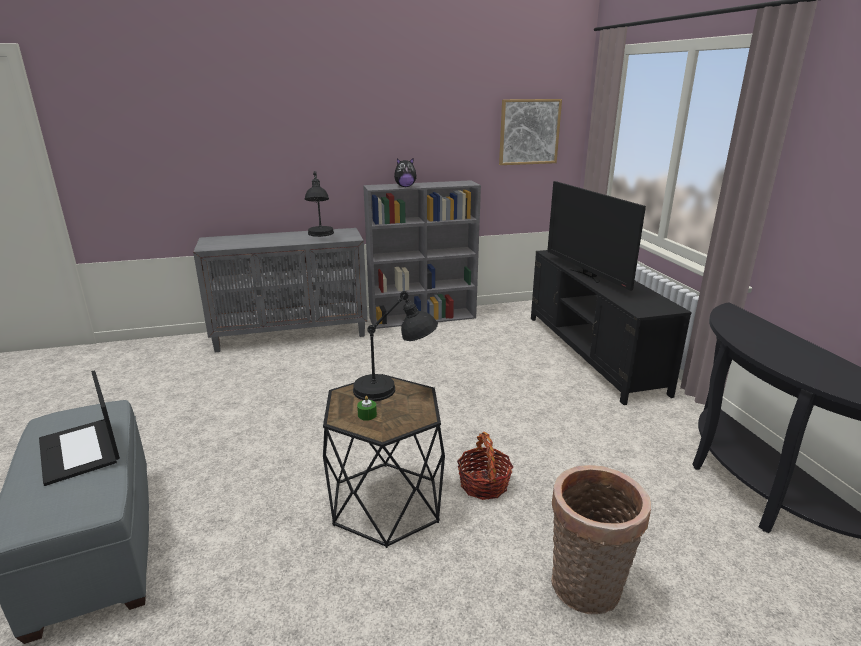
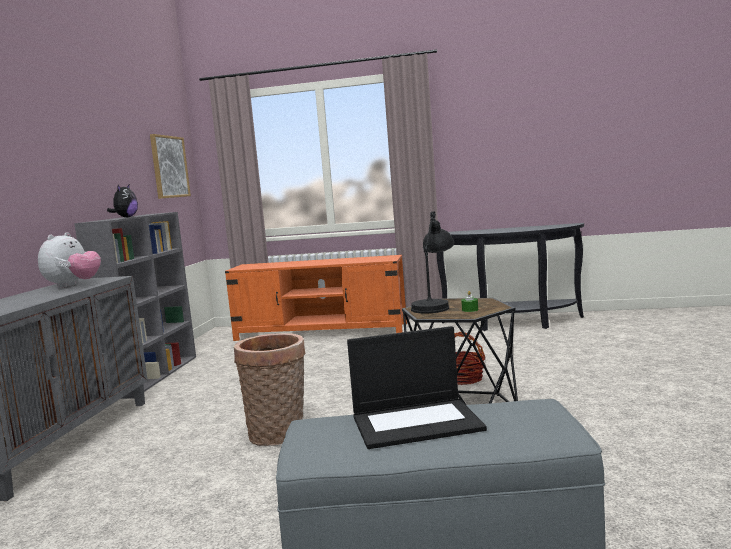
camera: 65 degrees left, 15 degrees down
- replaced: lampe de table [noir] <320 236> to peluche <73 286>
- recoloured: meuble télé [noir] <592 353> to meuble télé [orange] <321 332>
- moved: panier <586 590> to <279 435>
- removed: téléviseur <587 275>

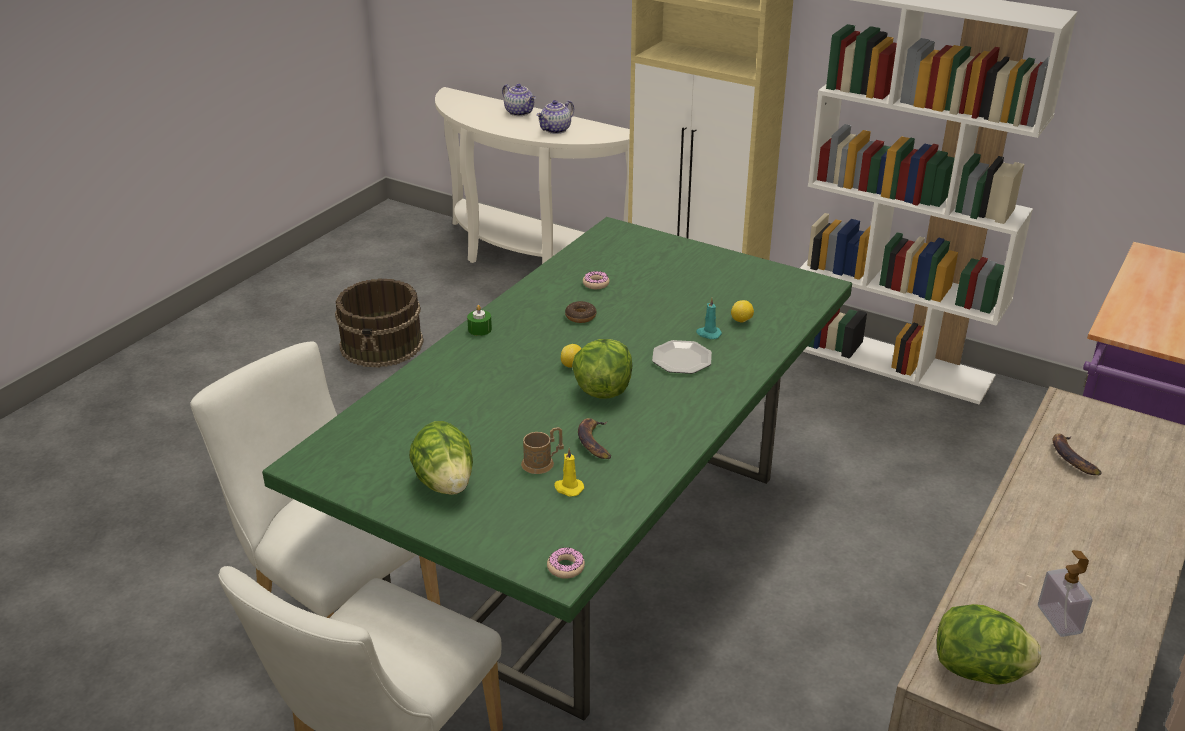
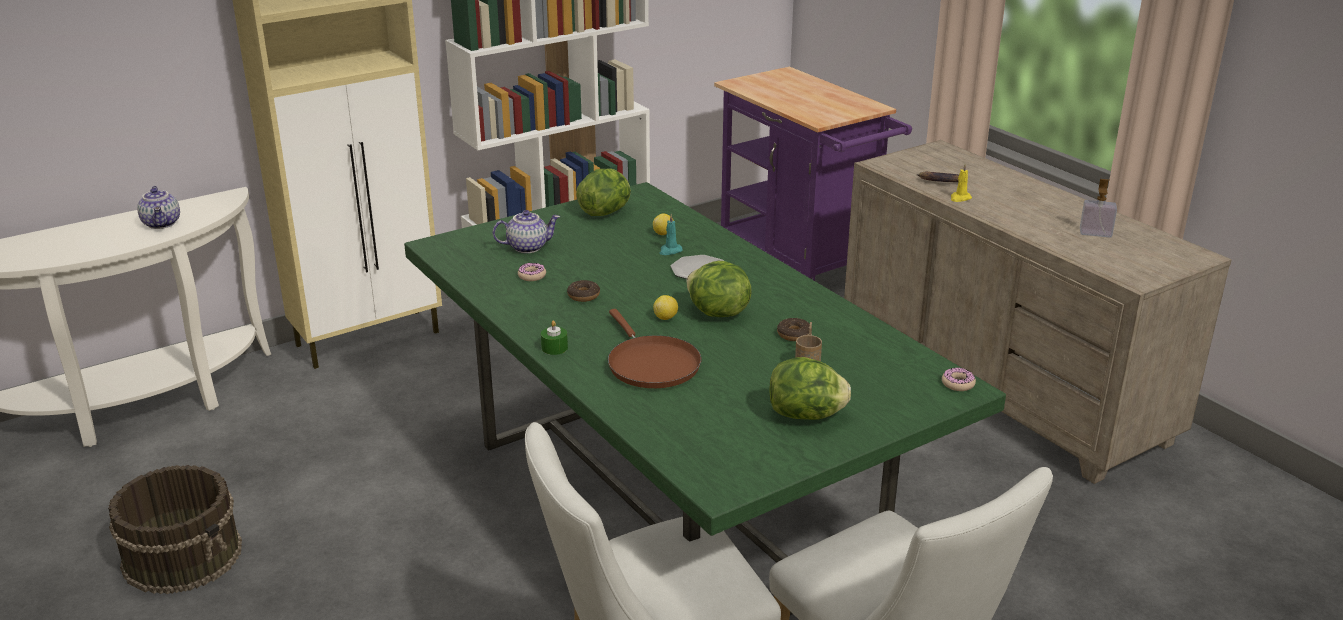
camera: 65 degrees left, 5 degrees down
- moved: théière <520 112> to <528 247>
- moved: laitue <979 671> to <606 212>
- added: poêle [marron] <651 364>
- replaced: banane <594 442> to beignet <794 334>
- moved: bougie [jaune] <568 488> to <960 198>

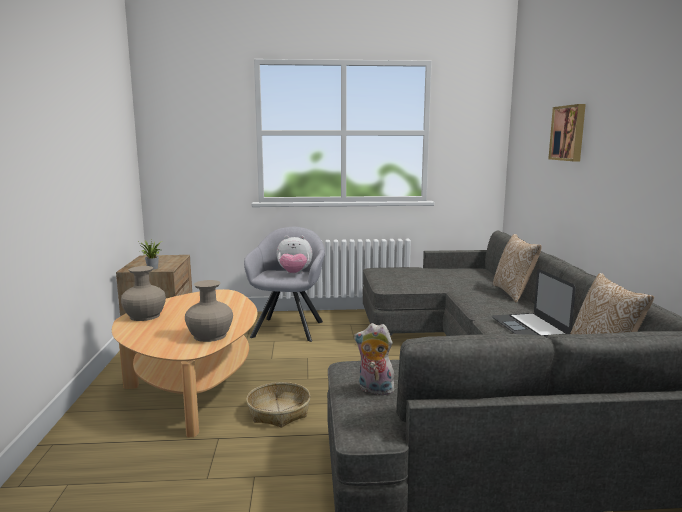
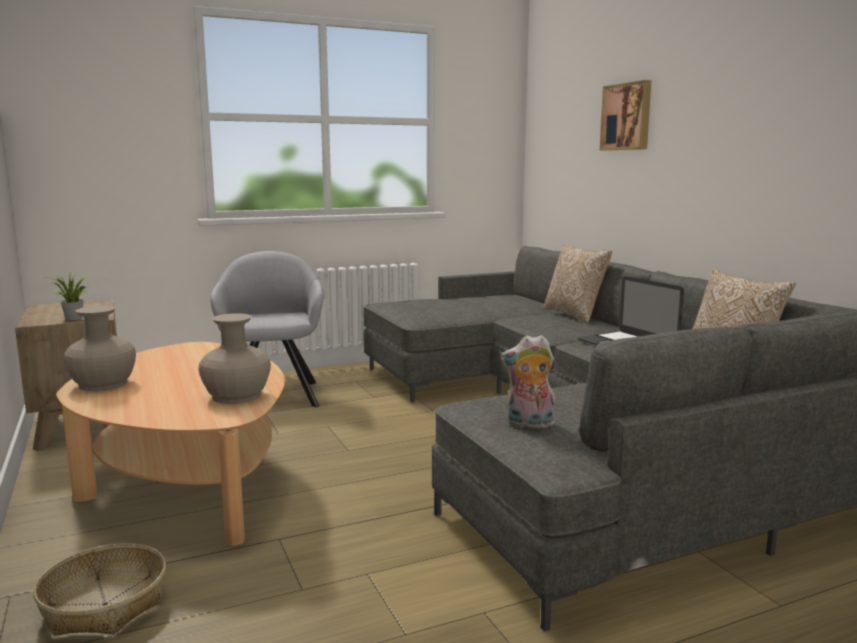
camera: 20 degrees left, 0 degrees up
- moved: panier <278 412> to <104 604>
- removed: peluche <294 274>

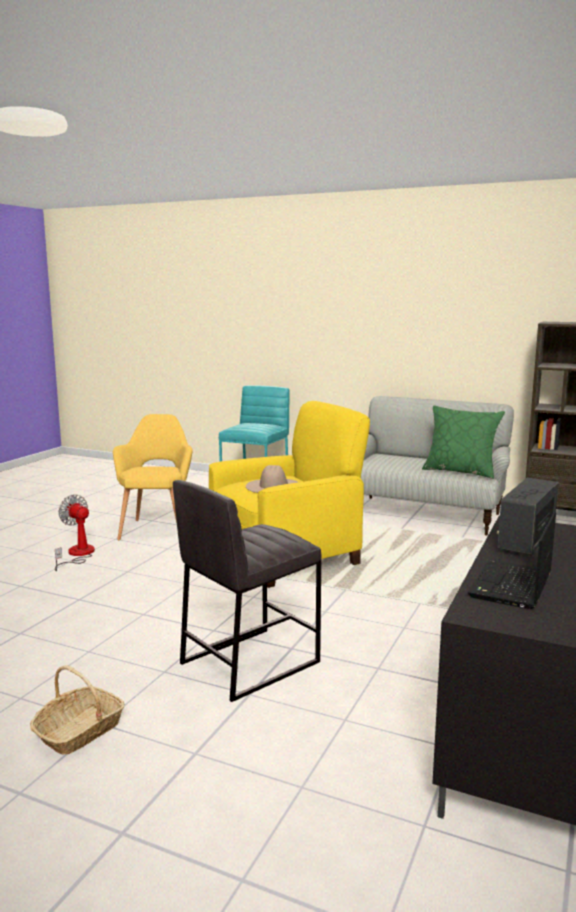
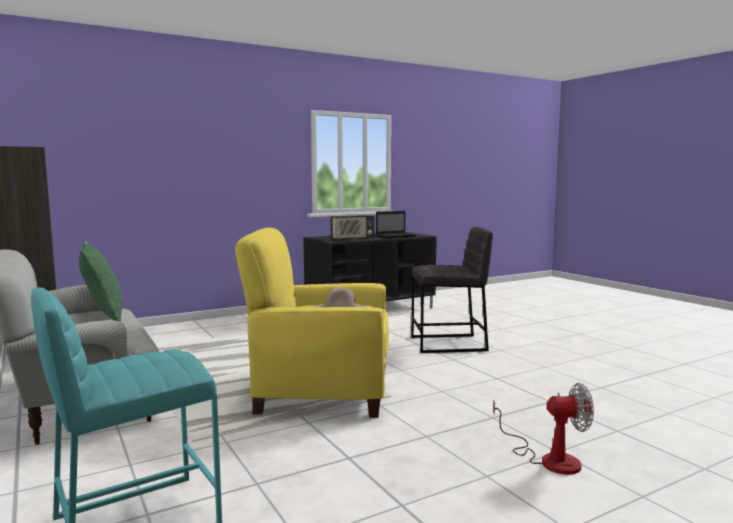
camera: 145 degrees left, 5 degrees down
- turned: ventilateur <77 555> = <548 458> 75 degrees counterclockwise
- removed: panier <79 731>
- removed: fauteuil [jaune] <157 528>

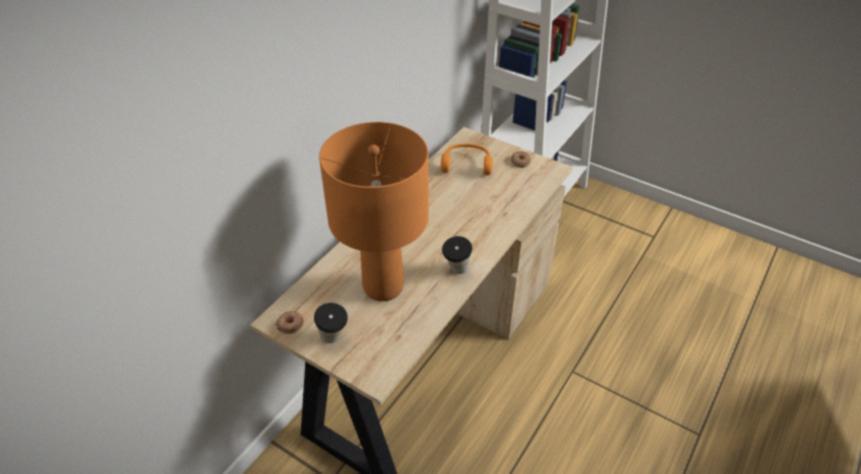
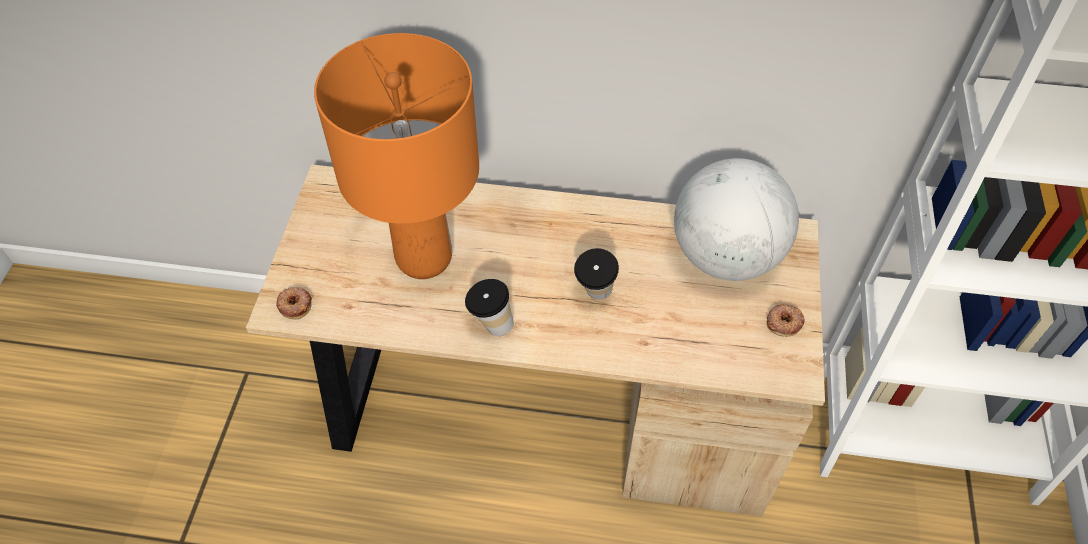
camera: 65 degrees right, 10 degrees up
- moved: beignet <290 324> to <295 304>
- moved: tasse <333 340> to <594 296>
- replaced: casque audio [orange] <466 164> to globe <726 256>

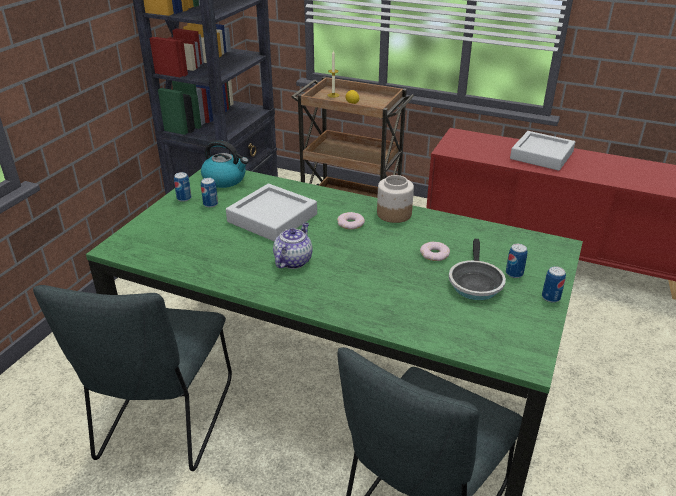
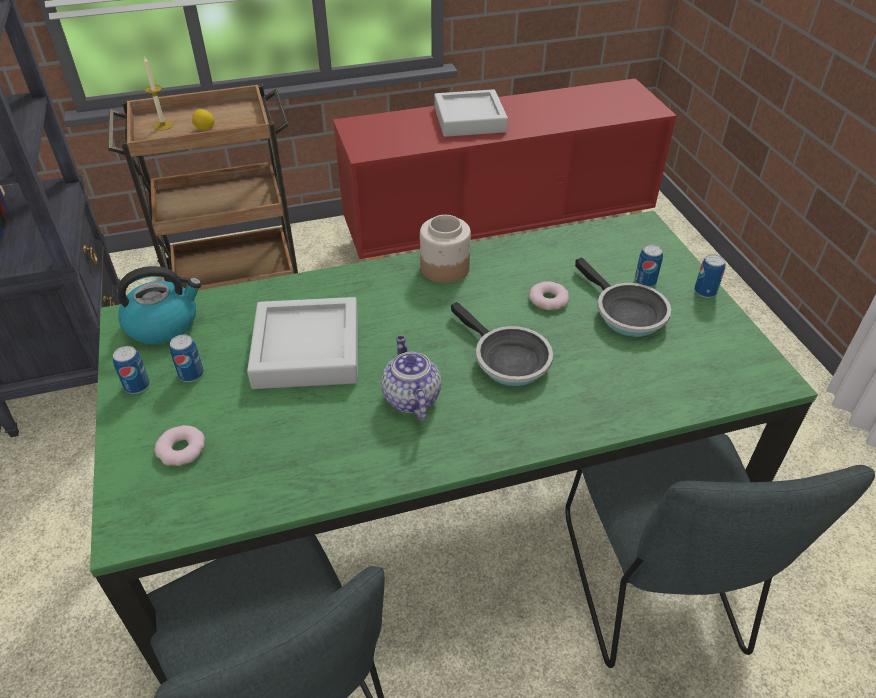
camera: 40 degrees left, 10 degrees up
- moved: beignet <350 224> to <181 449>
- added: poêle <507 360>

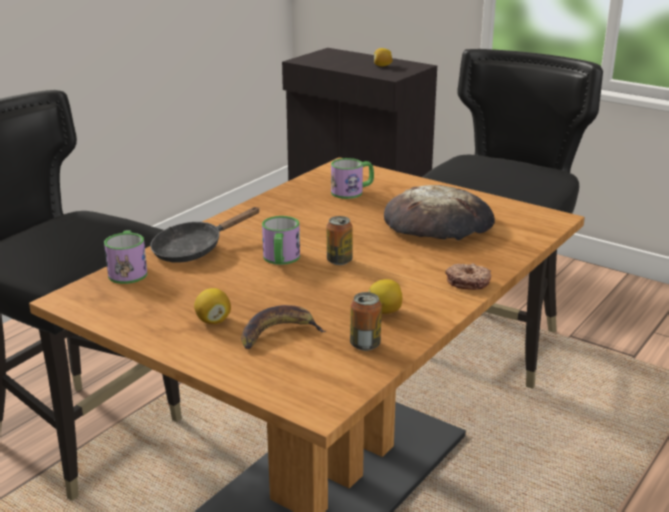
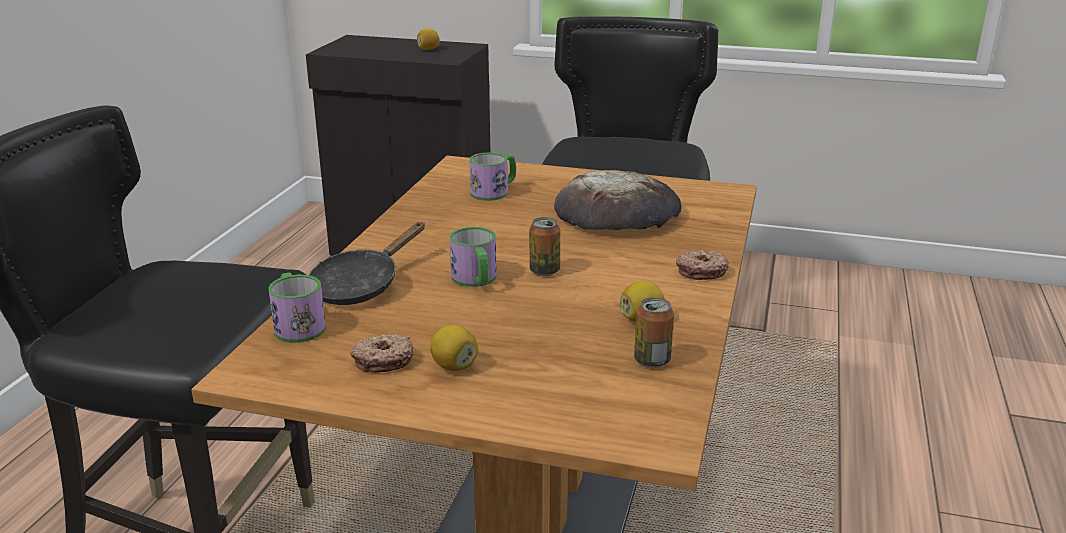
camera: 20 degrees left, 0 degrees up
- added: beignet <383 360>
- removed: banane <278 333>

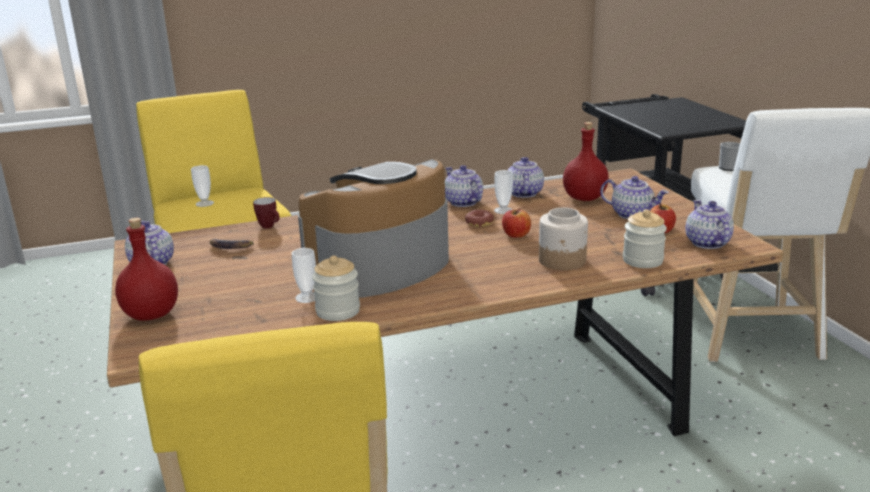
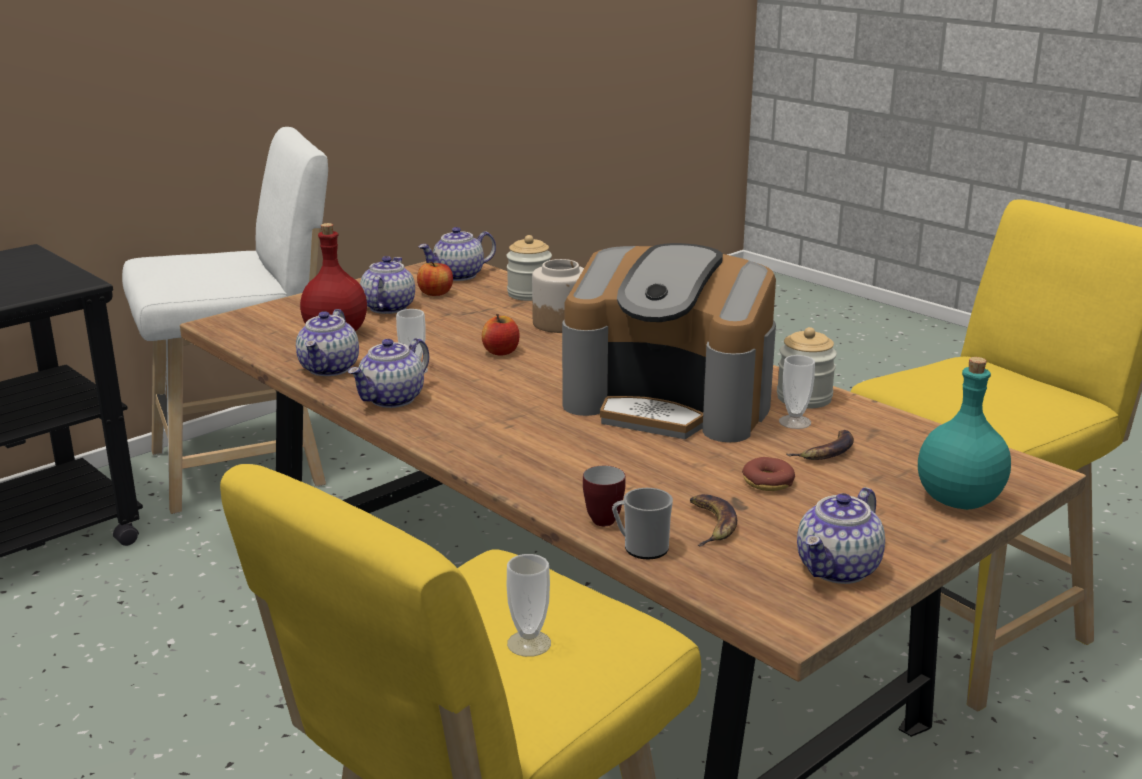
camera: 115 degrees left, 0 degrees up
- turned: théière <523 193> = <330 369> 60 degrees counterclockwise
- moved: mug <728 167> to <641 548>
- moved: beignet <479 223> to <767 482>
- added: banane <826 451>
- recoloured: bouteille [rouge] <152 314> to bouteille [turquoise] <957 500>

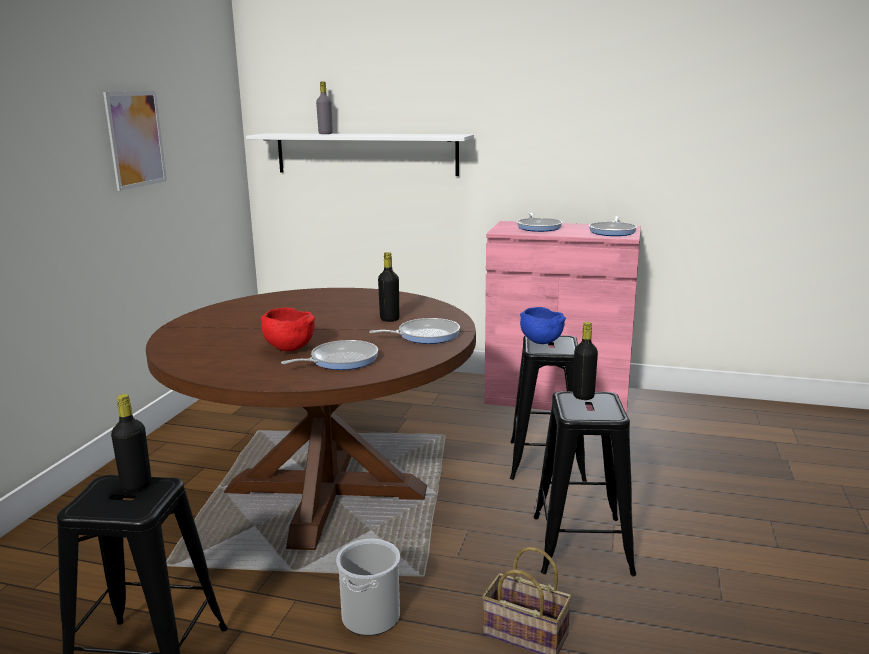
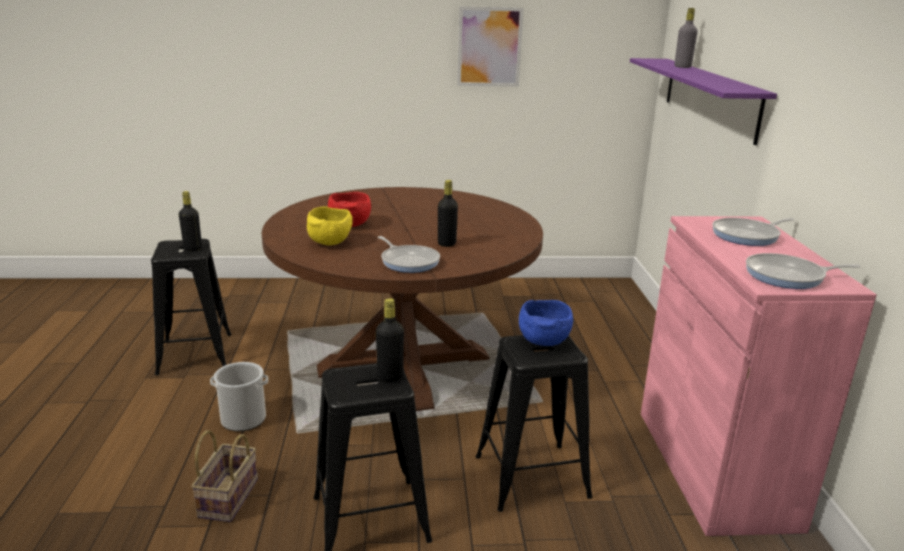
camera: 70 degrees right, 5 degrees up
- replaced: poêle <340 360> to bol [jaune] <330 242>
- recoloured: étagère [blanc] <366 154> to étagère [violet] <709 97>

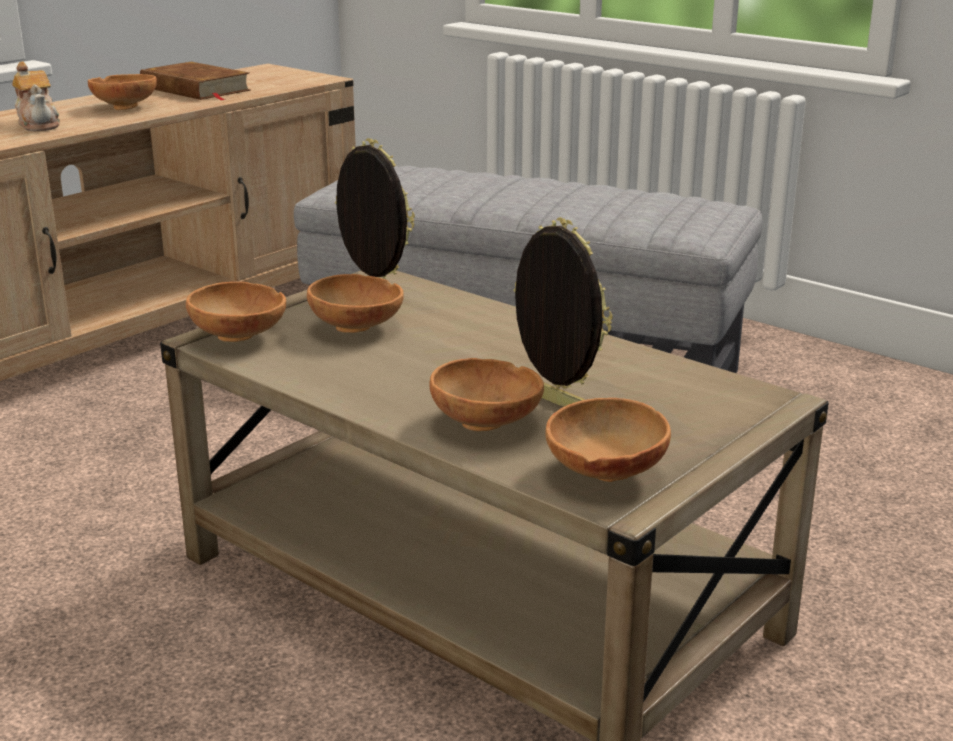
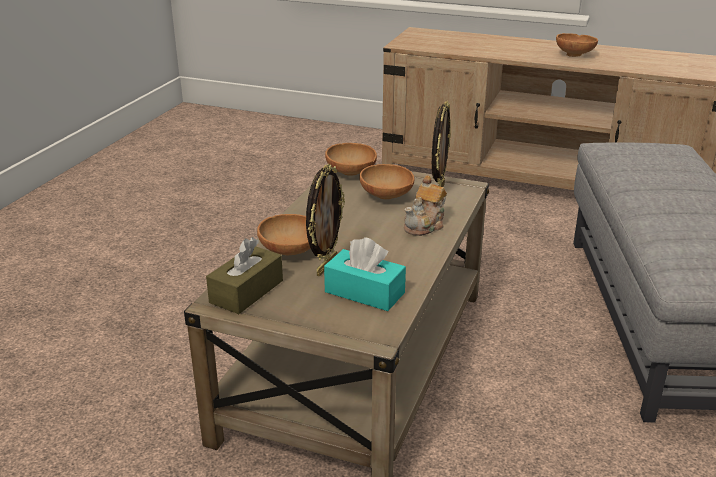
camera: 70 degrees right, 5 degrees up
- replaced: bol [marron] <603 474> to boîte à mouchoirs [marron] <246 291>
- added: boîte à mouchoirs [turquoise] <364 292>
- moved: théière <39 124> to <425 225>
- removed: livre [marron] <195 89>

